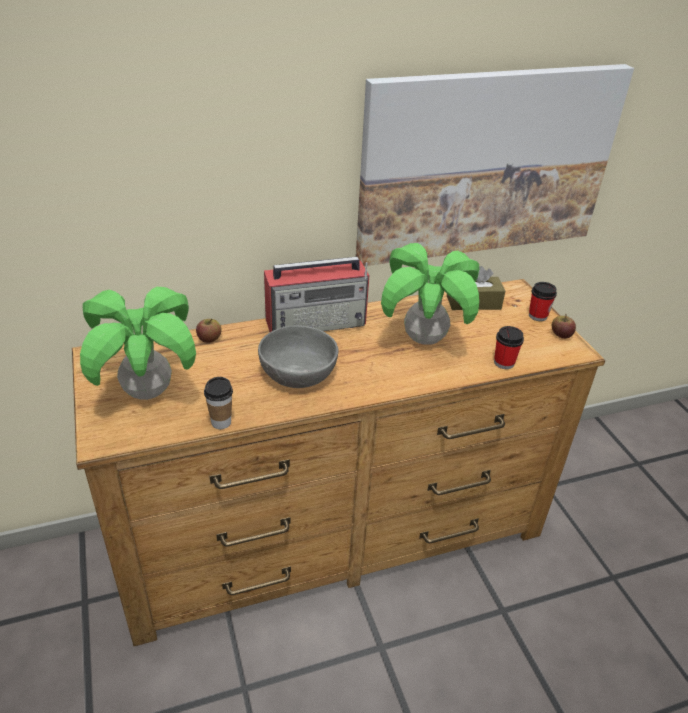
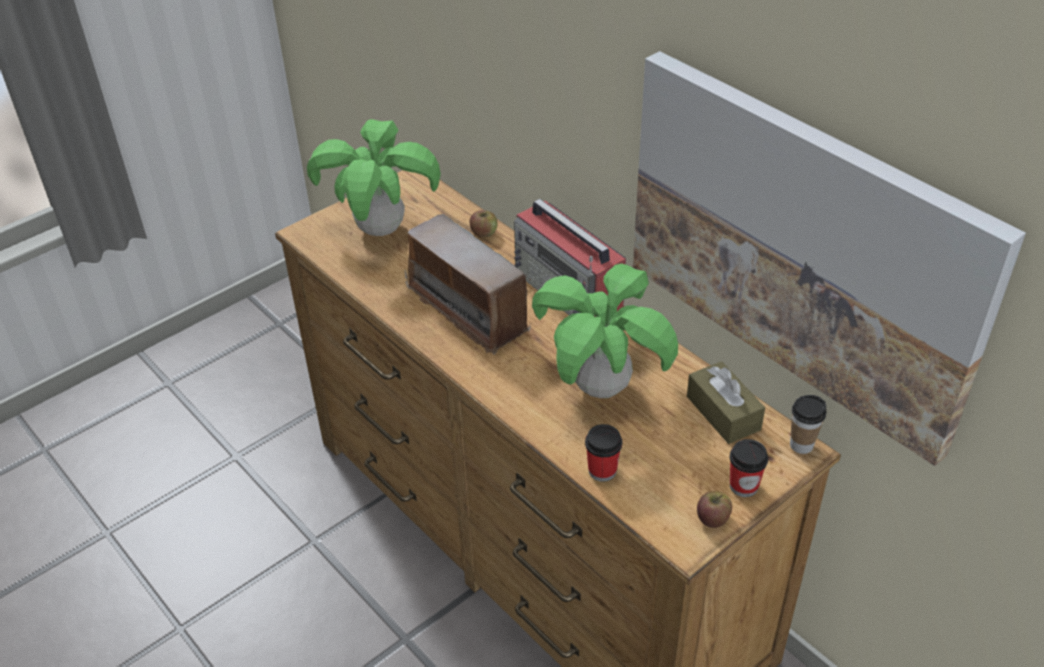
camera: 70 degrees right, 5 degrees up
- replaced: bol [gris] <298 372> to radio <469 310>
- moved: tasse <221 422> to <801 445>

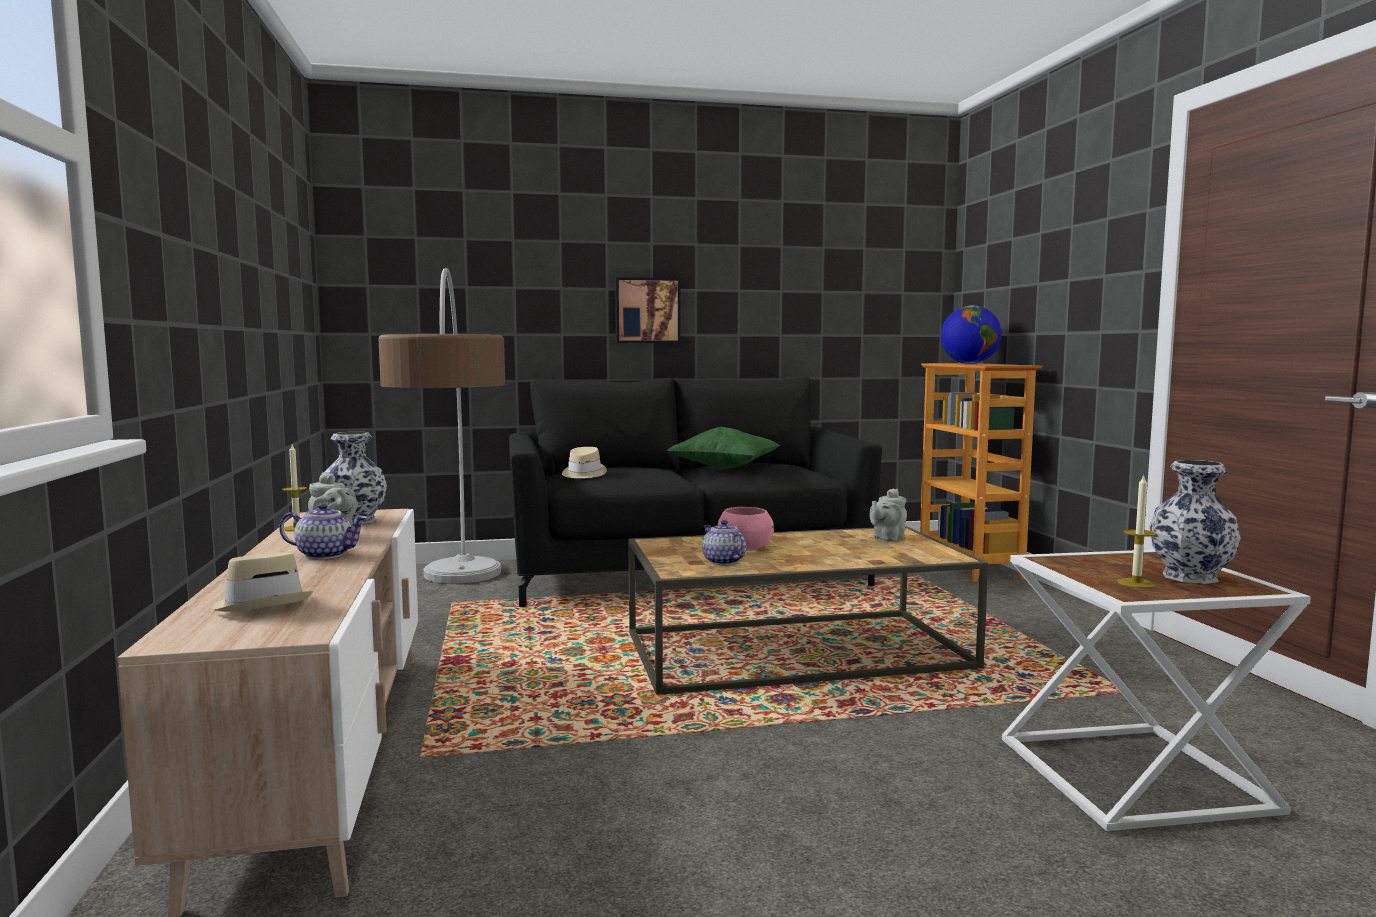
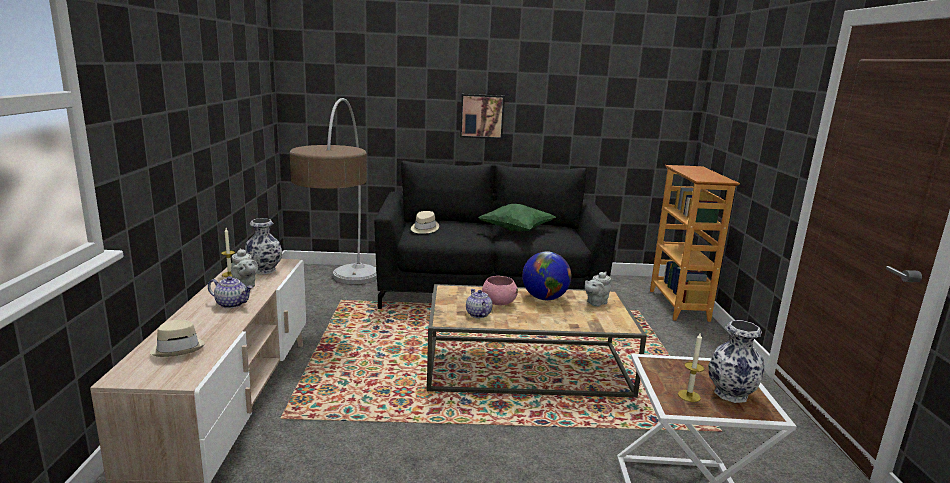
camera: 10 degrees right, 10 degrees up
- moved: globe <969 364> to <544 298>

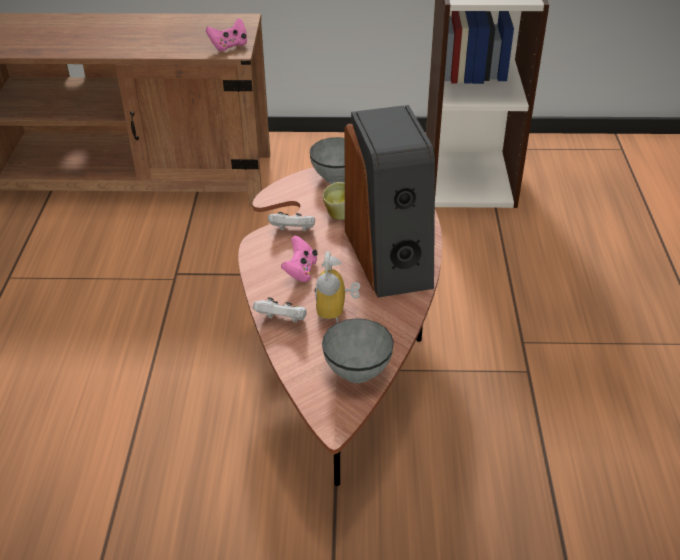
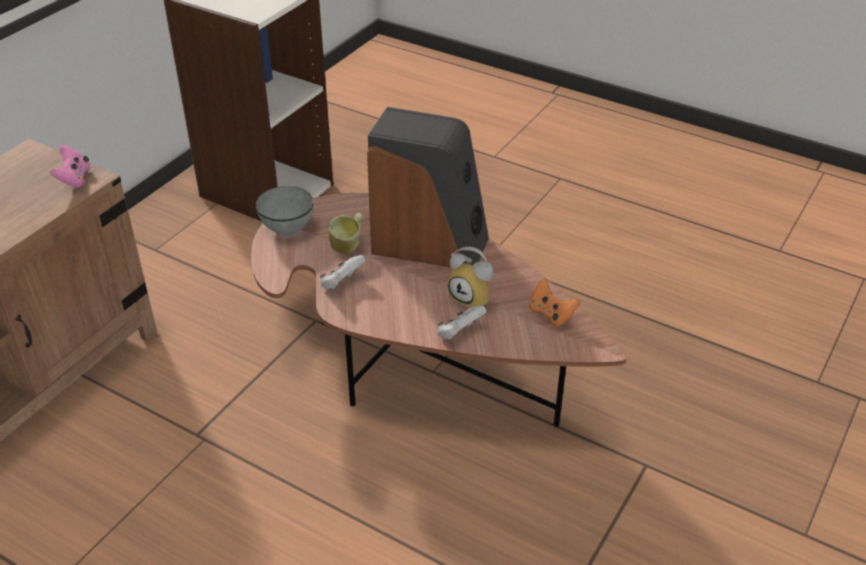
camera: 60 degrees left, 0 degrees up
- replaced: bol [gris] <357 370> to manette [orange] <551 314>
- removed: manette [rose] <300 271>

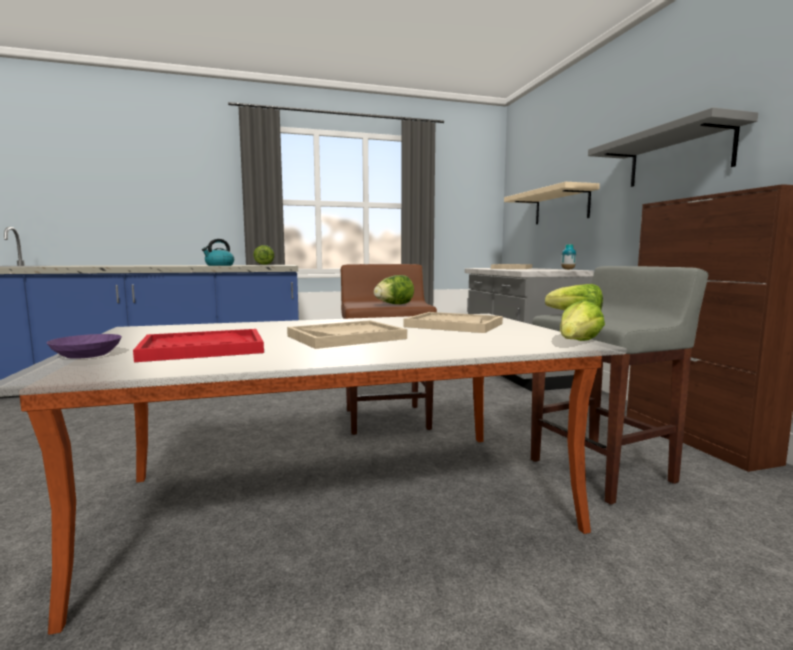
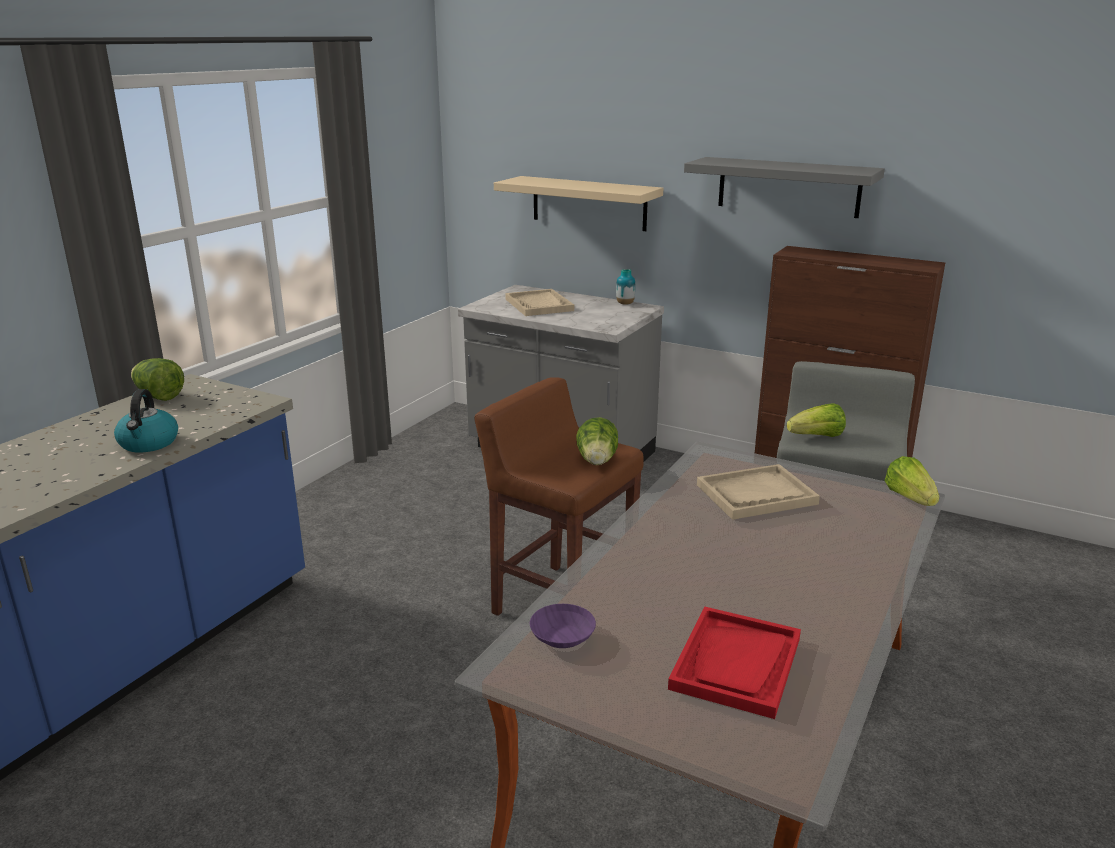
camera: 45 degrees left, 15 degrees up
- moved: bol [violet] <88 354> to <561 636>
- removed: plateau [beige] <346 337>

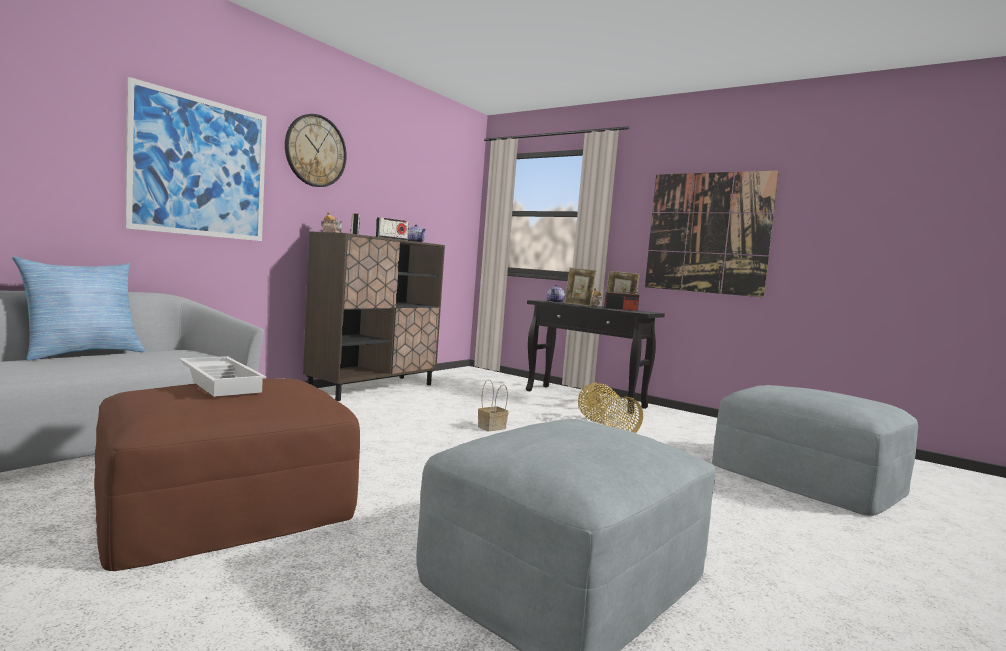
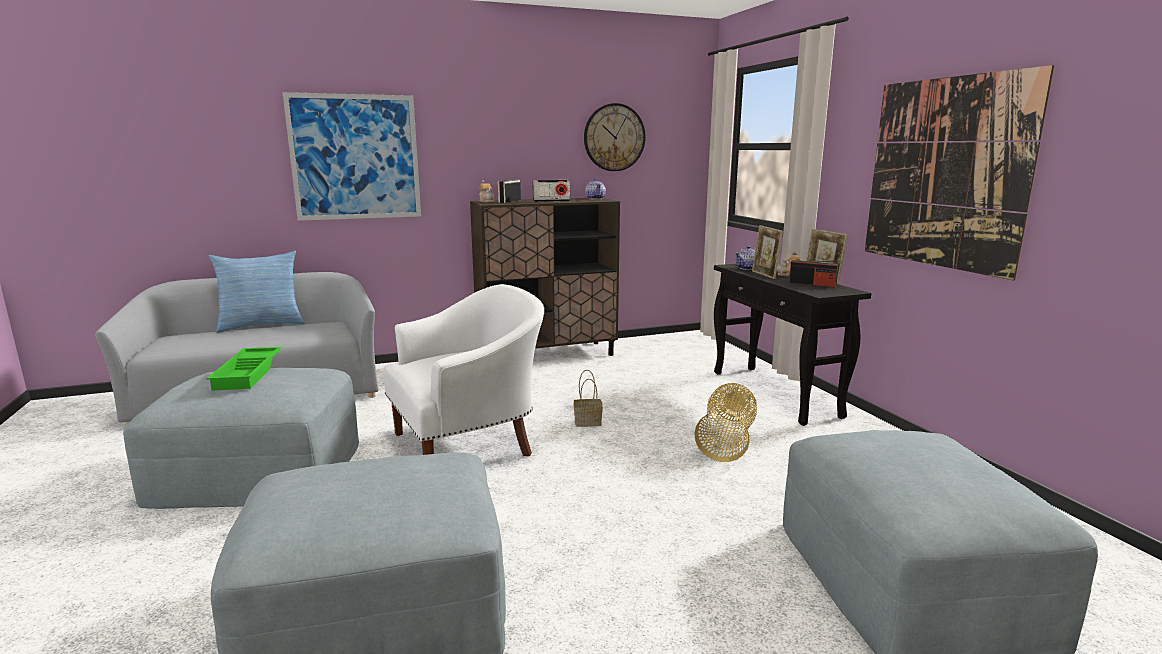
camera: 35 degrees right, 10 degrees up
- recoloured: pouf [marron] <227 507> to pouf [gris] <260 470>
- recoloured: plateau [blanc] <222 382> to plateau [vert] <249 373>
- added: fauteuil [blanc] <469 444>
- moved: horloge murale <315 151> to <614 137>

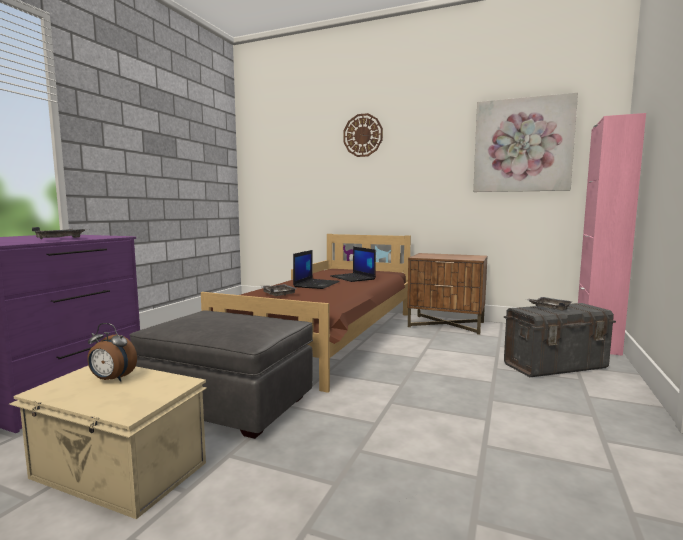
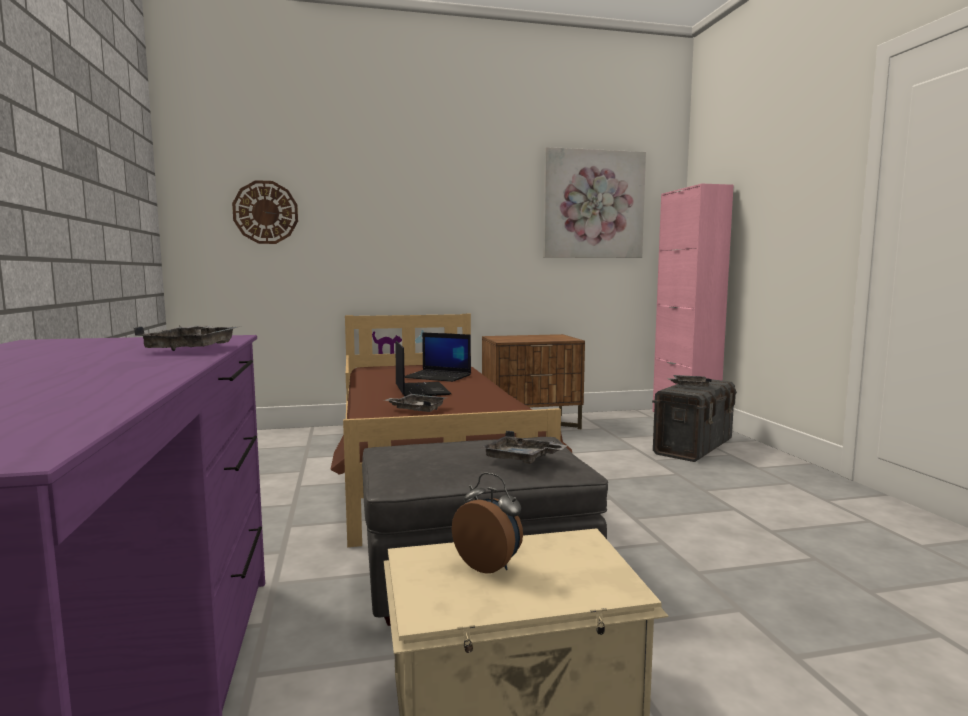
camera: 35 degrees left, 0 degrees up
- moved: horloge murale <363 135> to <265 212>
- turned: réveil <112 380> = <490 565> 120 degrees counterclockwise
- added: plateau [gris] <521 459>

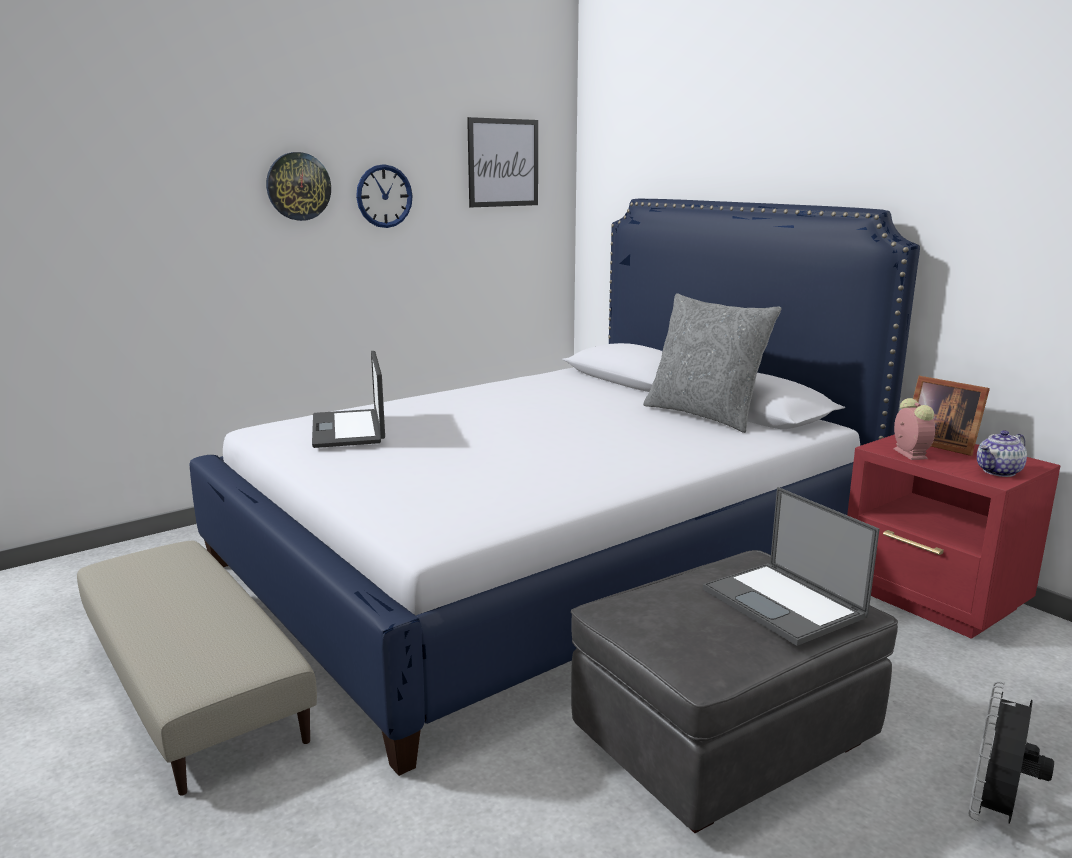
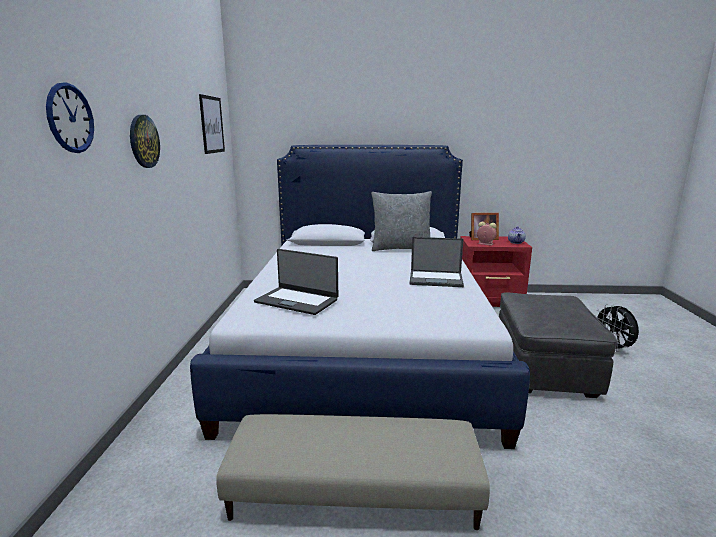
camera: 50 degrees left, 0 degrees up
- moved: horloge murale <384 196> to <70 118>
- moved: ordinateur portable <785 603> to <436 279>

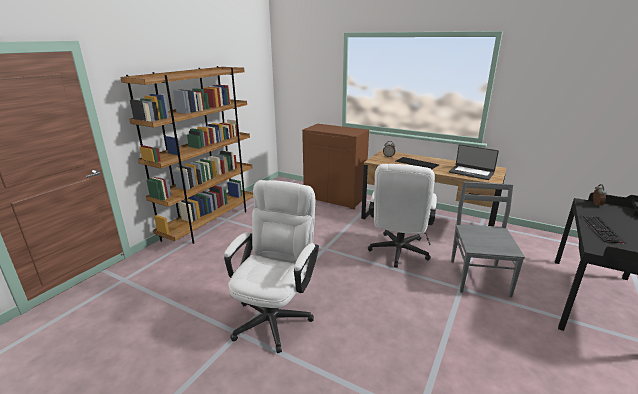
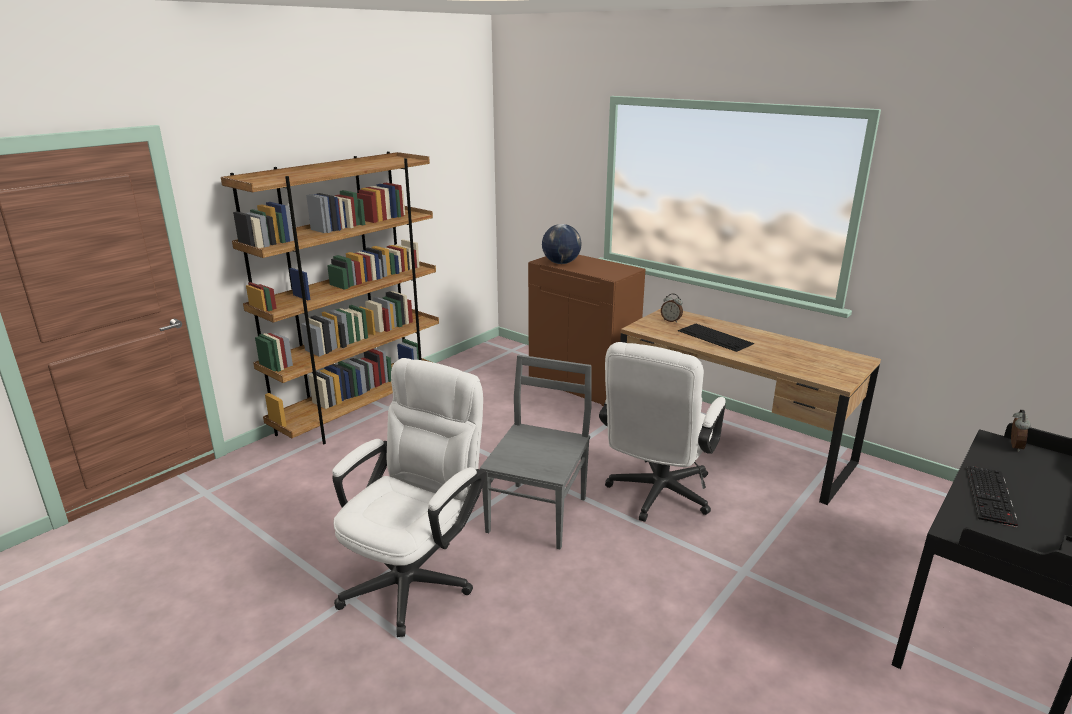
camera: 10 degrees right, 0 degrees up
- moved: chaise [gris] <479 276> to <538 513>
- added: globe <561 263>
- removed: ordinateur portable <471 172>

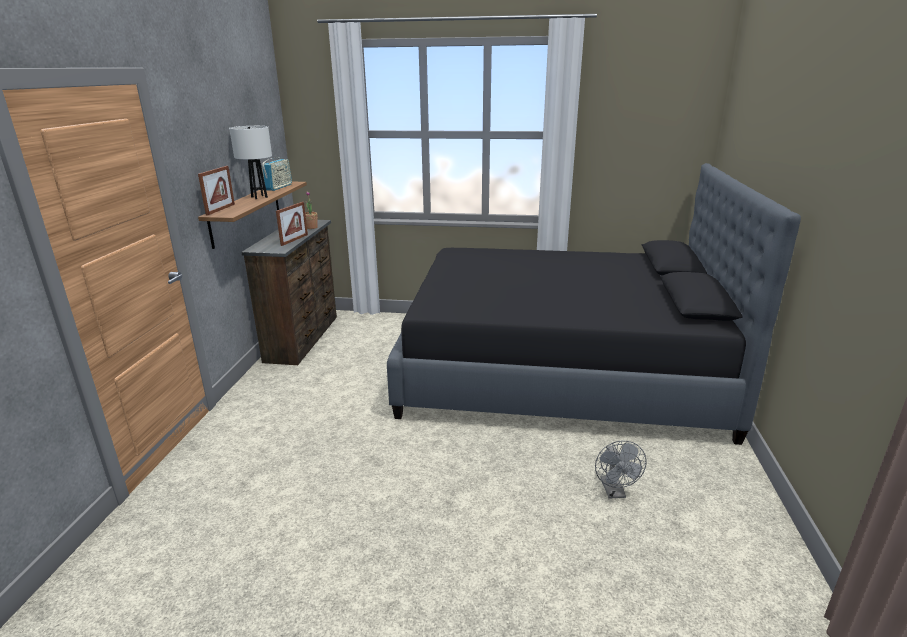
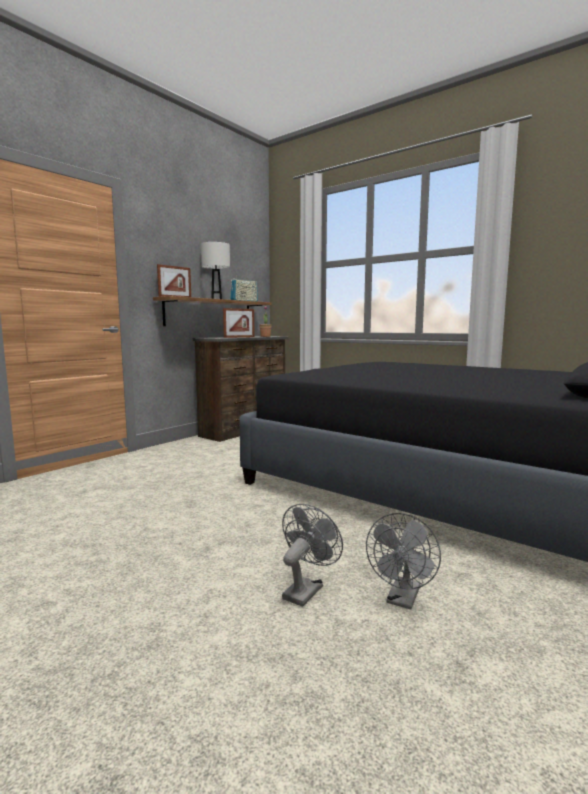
camera: 30 degrees right, 15 degrees down
- added: ventilateur [gris] <306 589>

